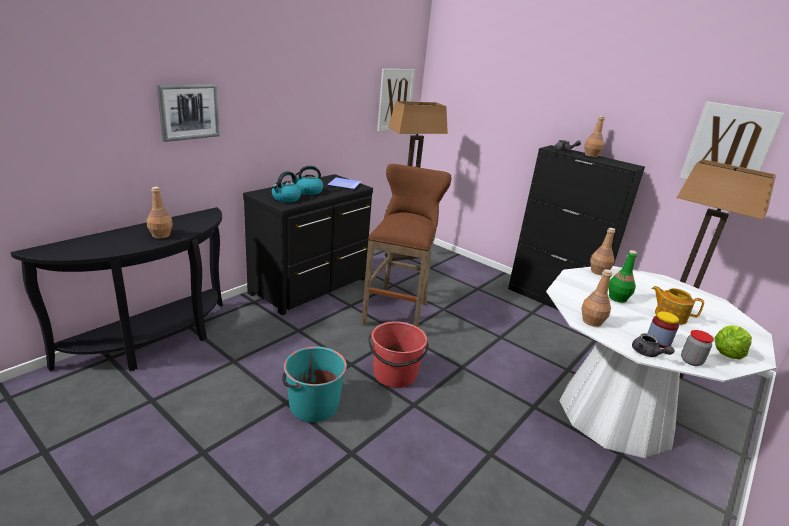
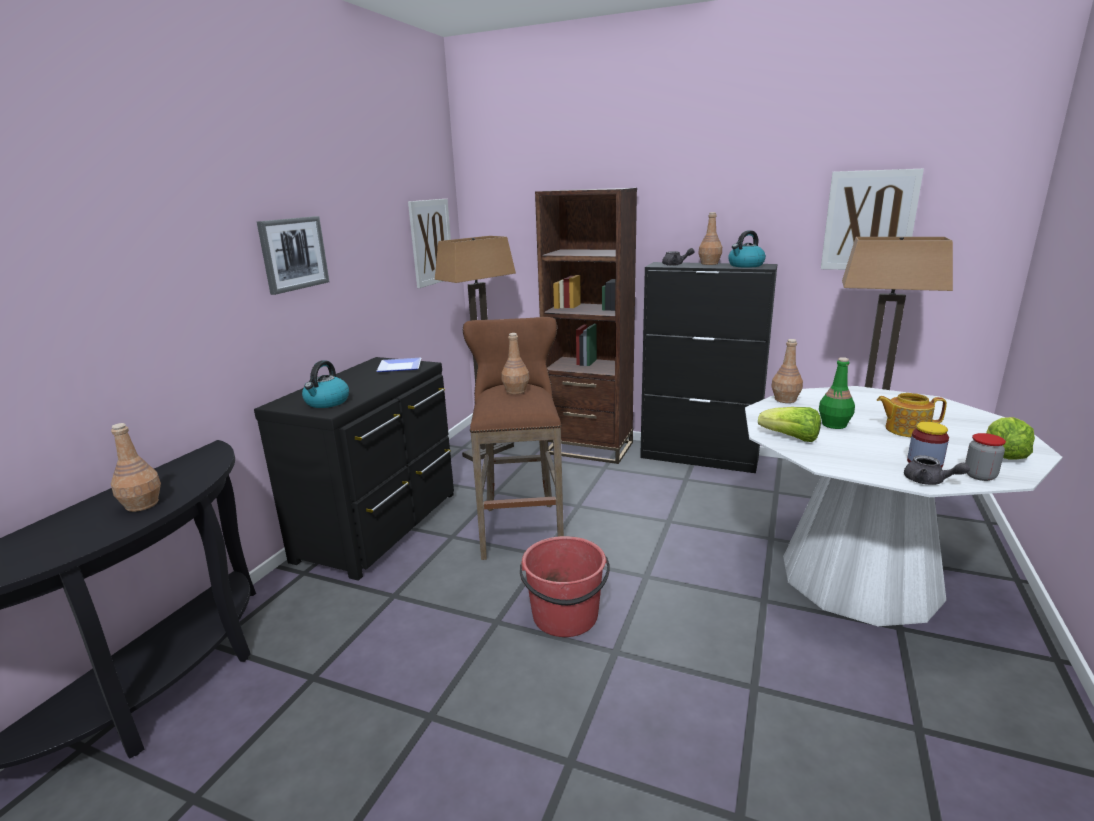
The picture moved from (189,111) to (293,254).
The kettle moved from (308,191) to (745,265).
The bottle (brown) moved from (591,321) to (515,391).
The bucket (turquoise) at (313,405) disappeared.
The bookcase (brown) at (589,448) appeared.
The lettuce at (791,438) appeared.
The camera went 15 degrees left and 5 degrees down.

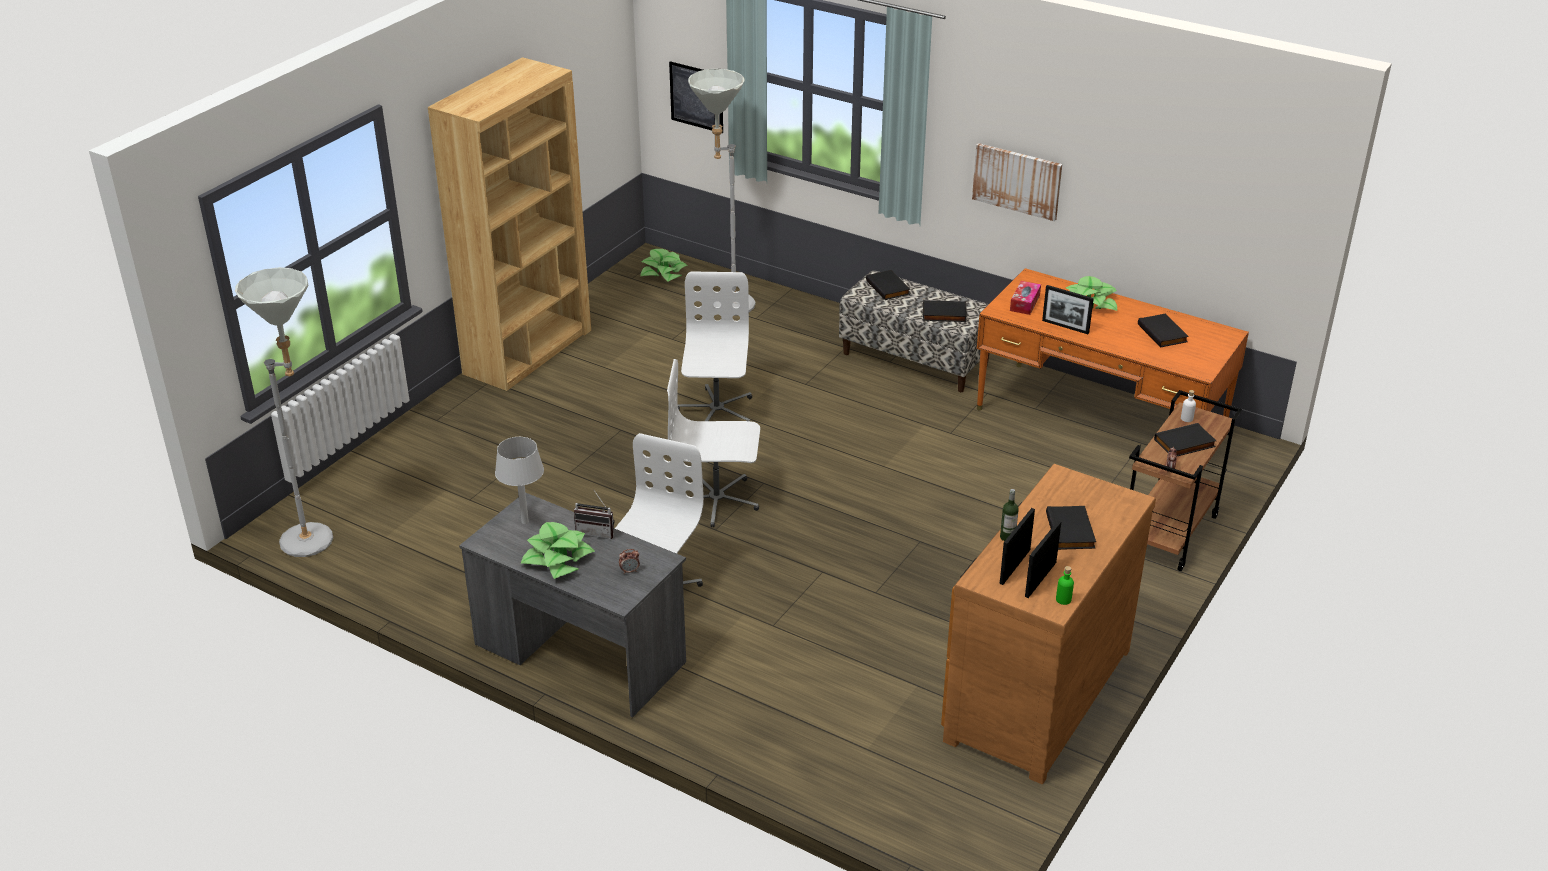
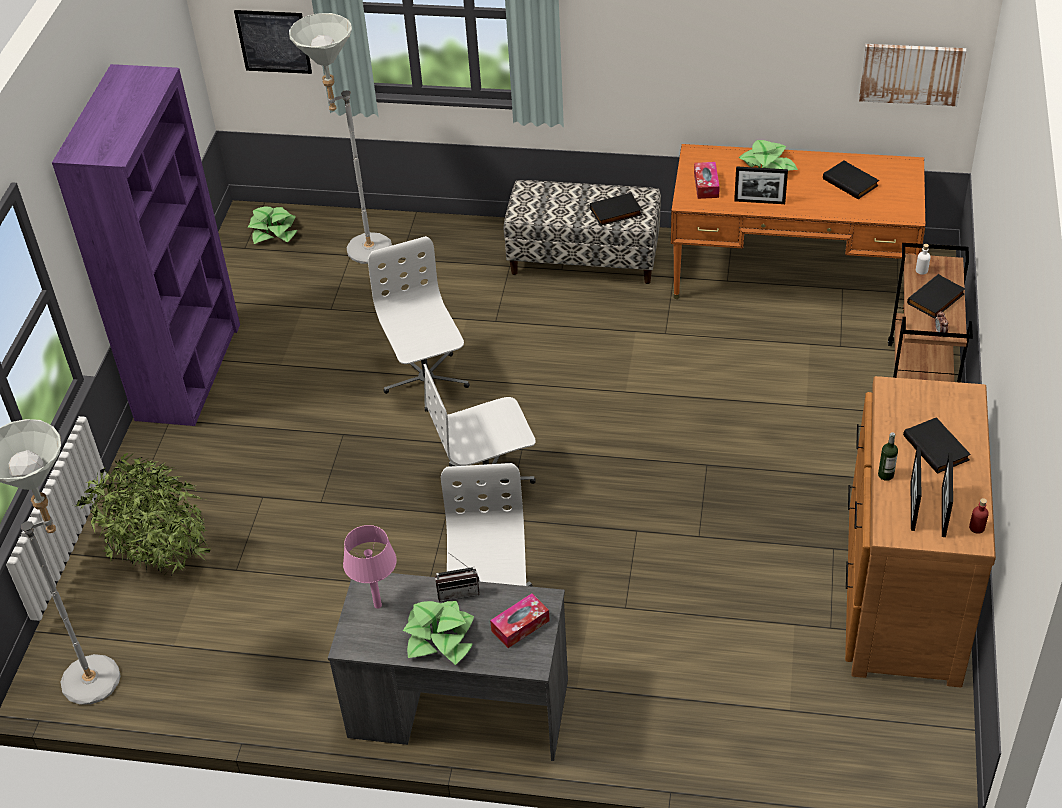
The bookcase (brown) at (528,351) became the bookcase (purple) at (189,371).
The picture moved from (1017,181) to (911,73).
The book (black) at (889,287) disappeared.
The table lamp (grey) at (525,521) became the table lamp (pink) at (378,605).
The alarm clock at (629,571) was replaced by the tissue box at (520,626).
The bottle (green) at (1063,599) became the bottle (red) at (977,527).
The potted plant at (159,559) appeared.
The camera went 20 degrees left and 10 degrees up.

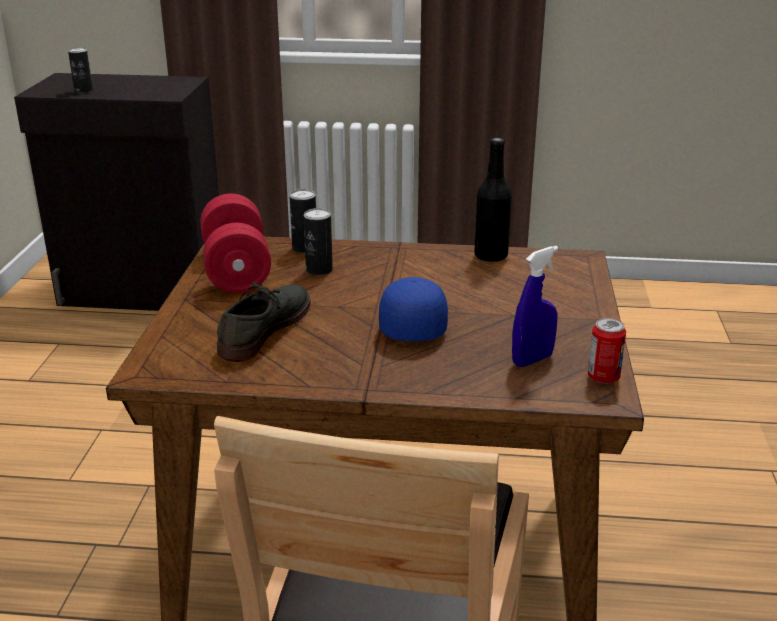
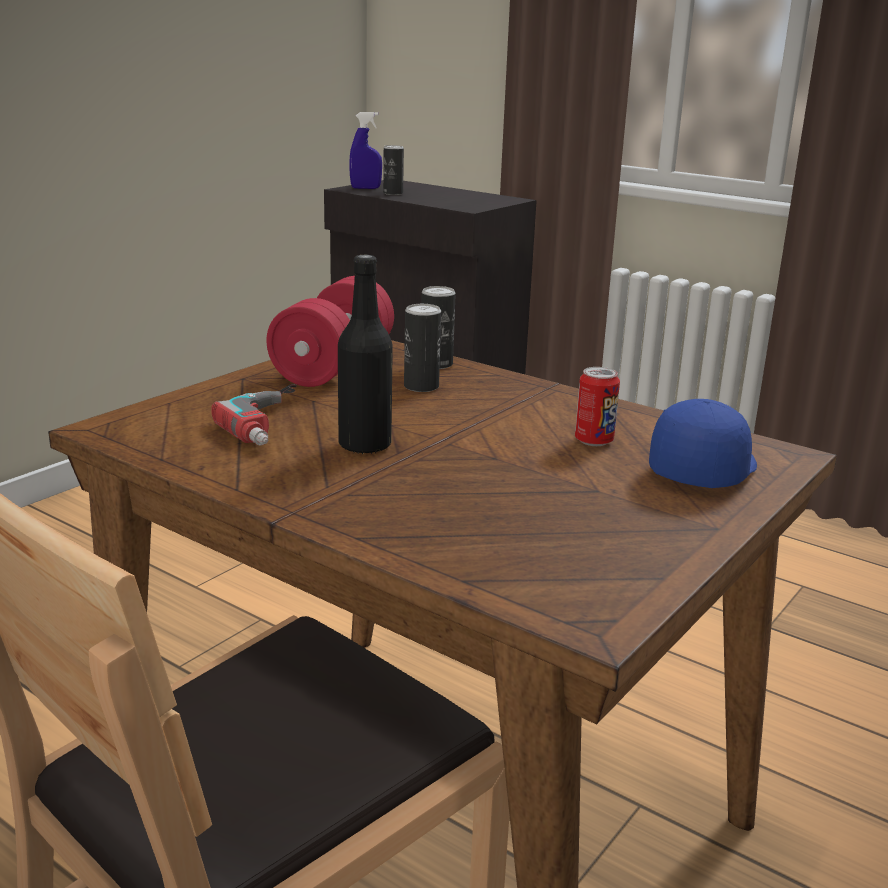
The bottle (black) moved from (491,256) to (365,445).
The spray bottle (blue) moved from (532,360) to (365,188).
The cap (blue) moved from (411,324) to (701,469).
The shoe (grey) at (264,328) was replaced by the power drill at (277,423).
The can moved from (603,377) to (593,441).
The camera went 30 degrees right and 5 degrees down.

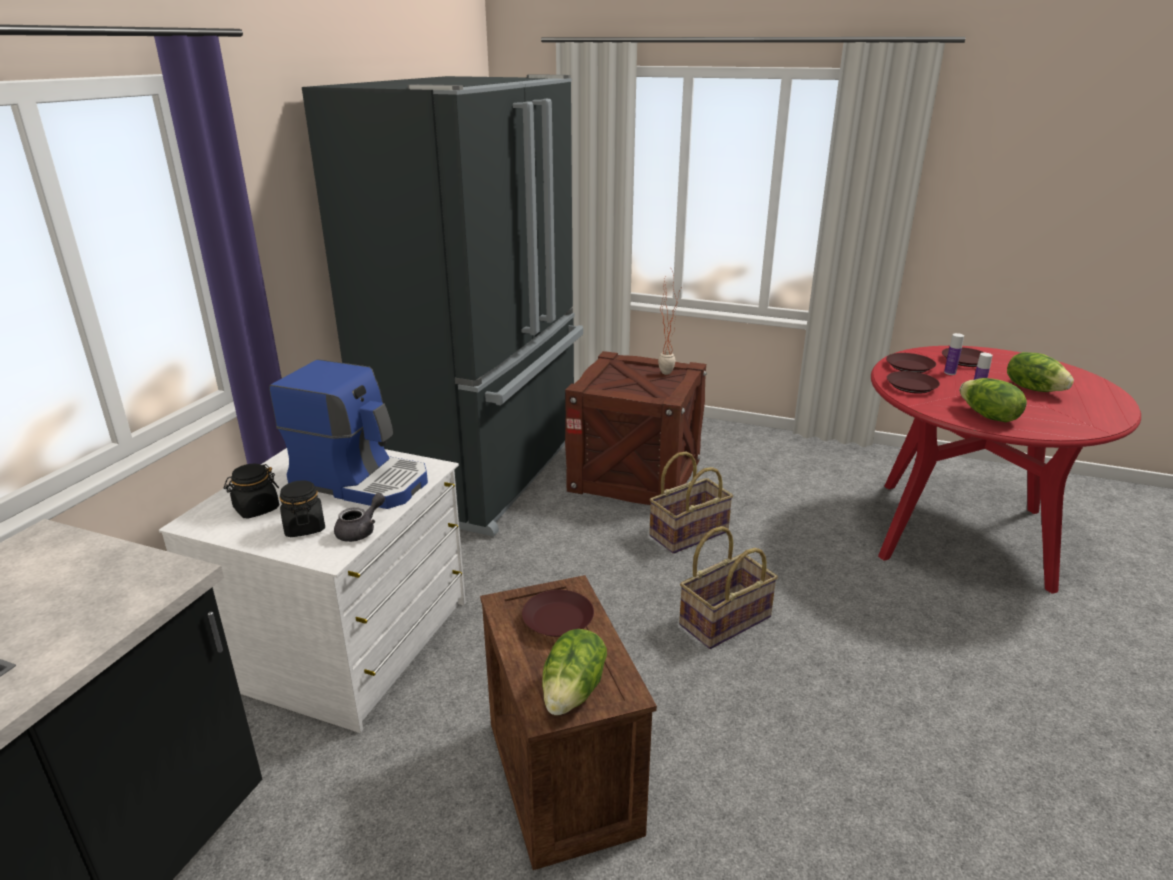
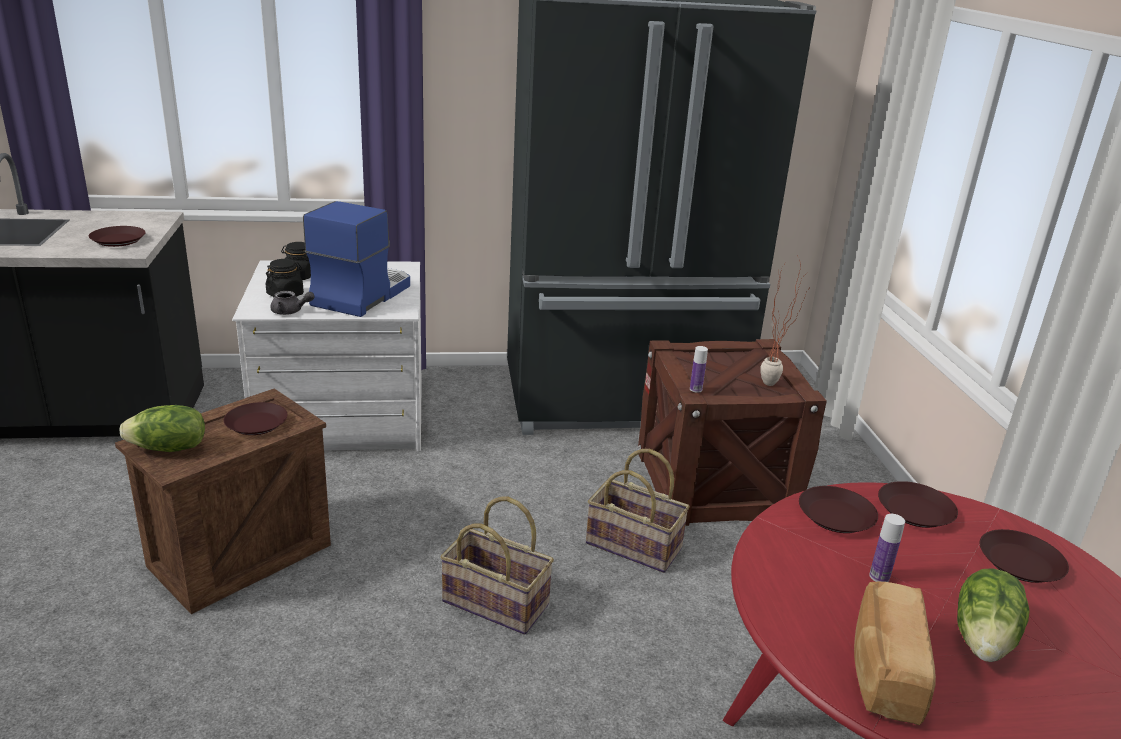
The bottle moved from (950,373) to (695,389).
The coffee machine at (361,481) turned 150 degrees counterclockwise.
The lettuce at (988,416) disappeared.
The plate (brown) at (118,240) appeared.
The bread at (883,671) appeared.
The camera went 60 degrees right and 0 degrees up.

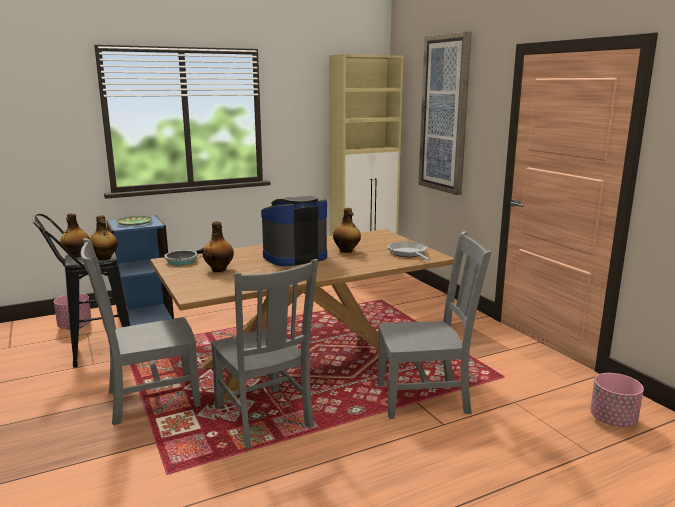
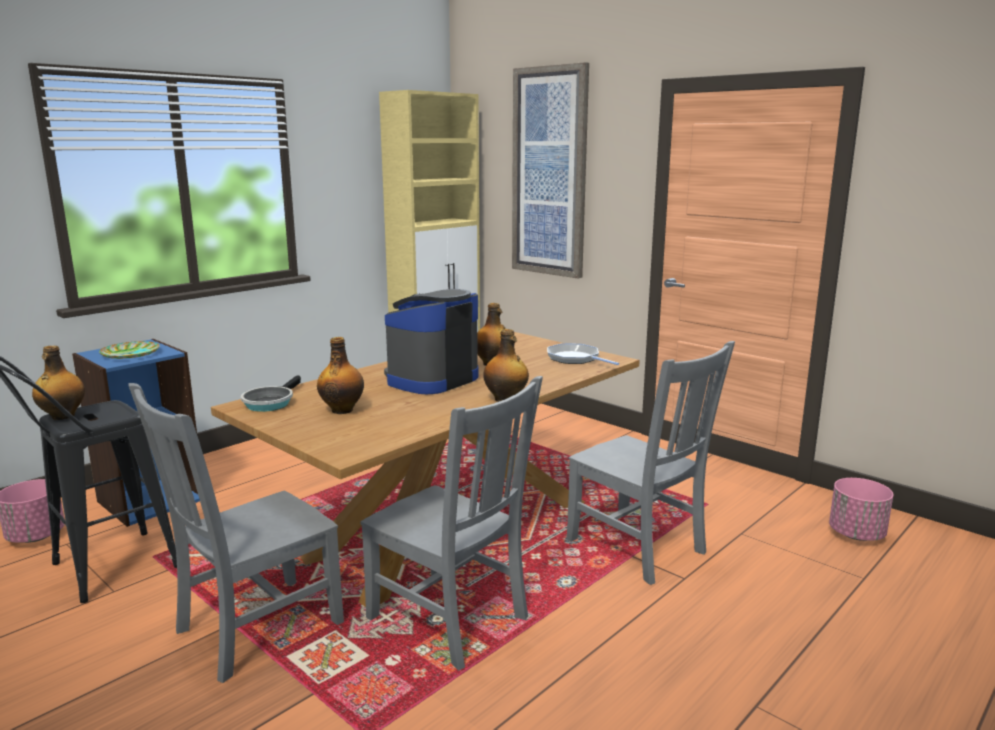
The bottle moved from (104,258) to (505,399).
The chair (grey) at (426,398) turned 75 degrees clockwise.
The camera went 20 degrees left and 0 degrees up.

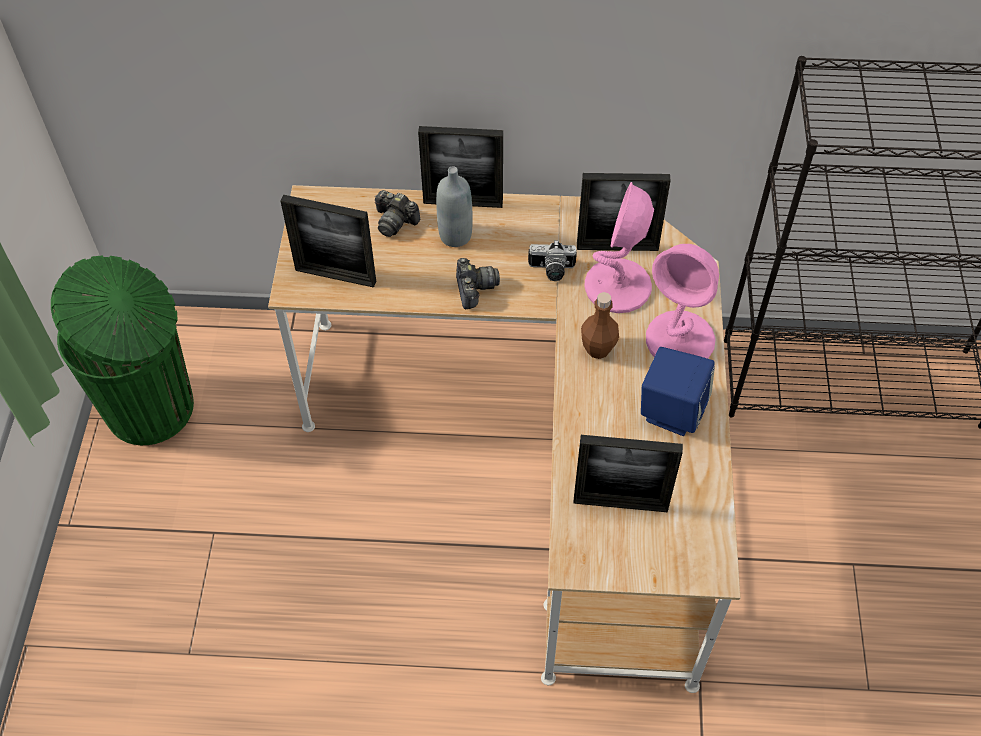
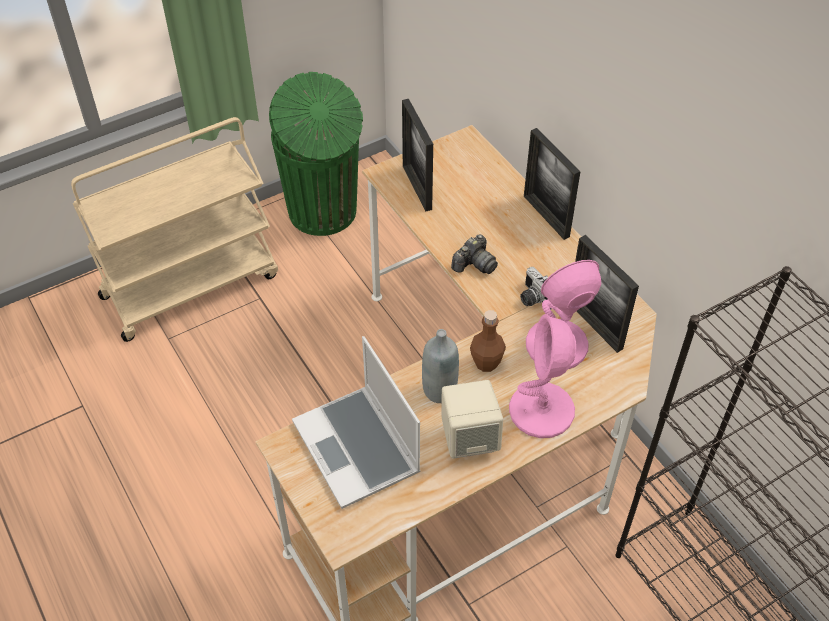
The bottle (grey) moved from (455,235) to (439,390).
The photo camera at (395,221) disappeared.
The speaker (blue) at (671,410) became the speaker (beige) at (469,438).
The picture frame at (620,503) was replaced by the laptop at (358,448).
The cart (beige) at (191,285) appeared.
The camera went 55 degrees right and 5 degrees down.

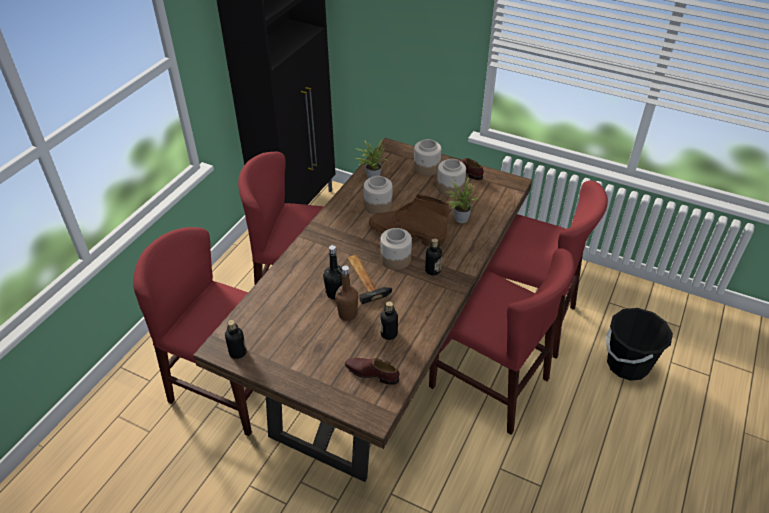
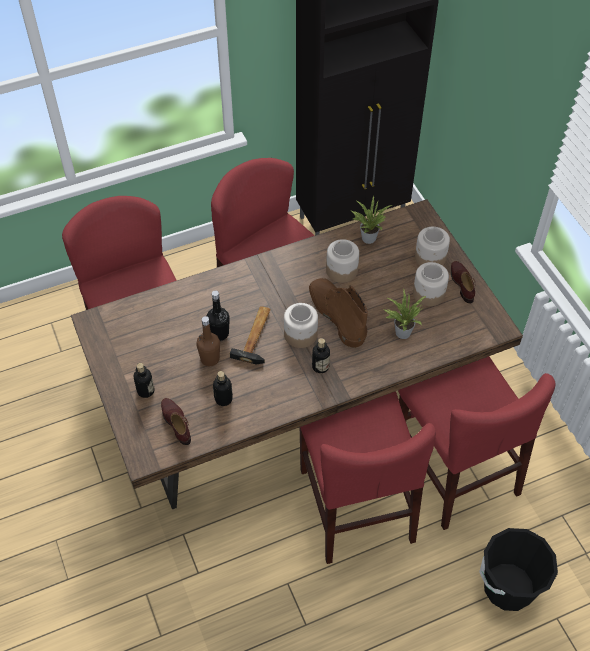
The bottle moved from (238,352) to (145,391).
The camera went 40 degrees right and 10 degrees up.

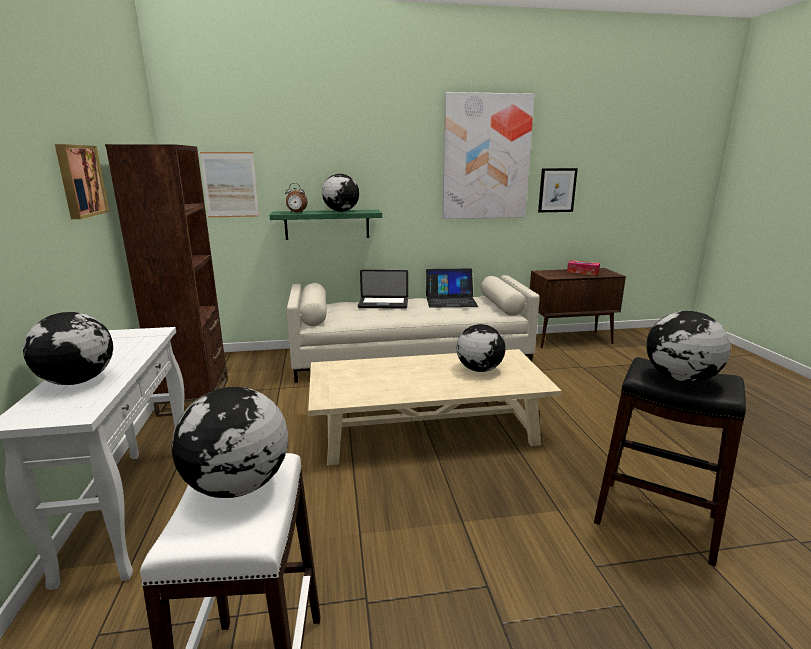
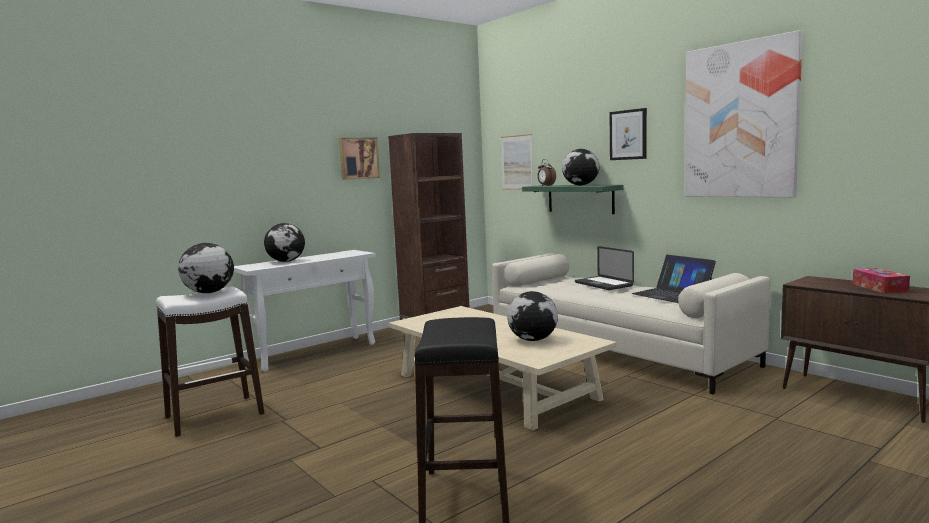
The picture moved from (557,190) to (628,135).
The globe at (679,379) disappeared.
The camera went 60 degrees right and 10 degrees down.

